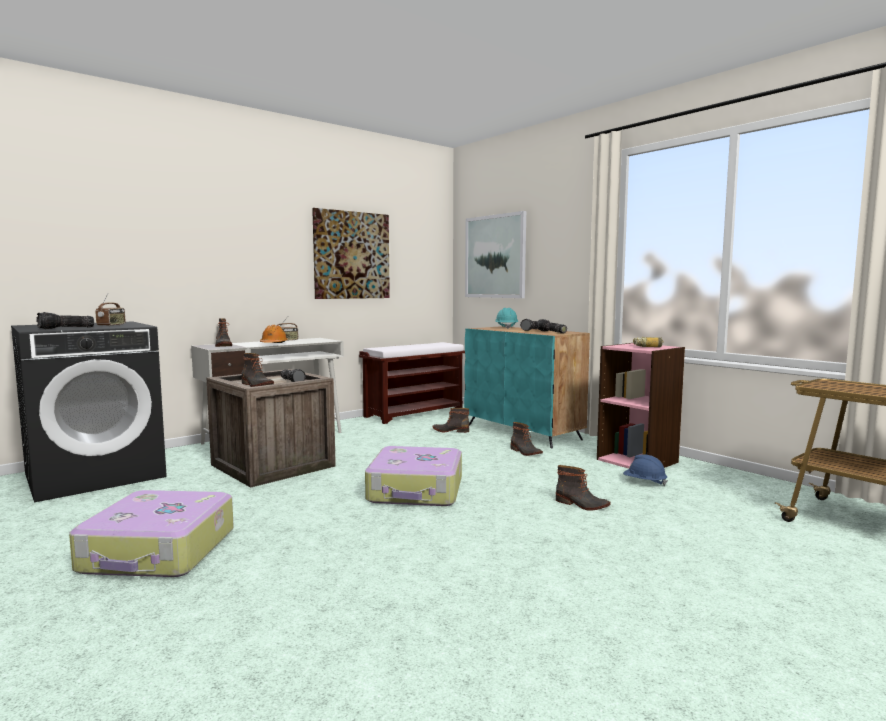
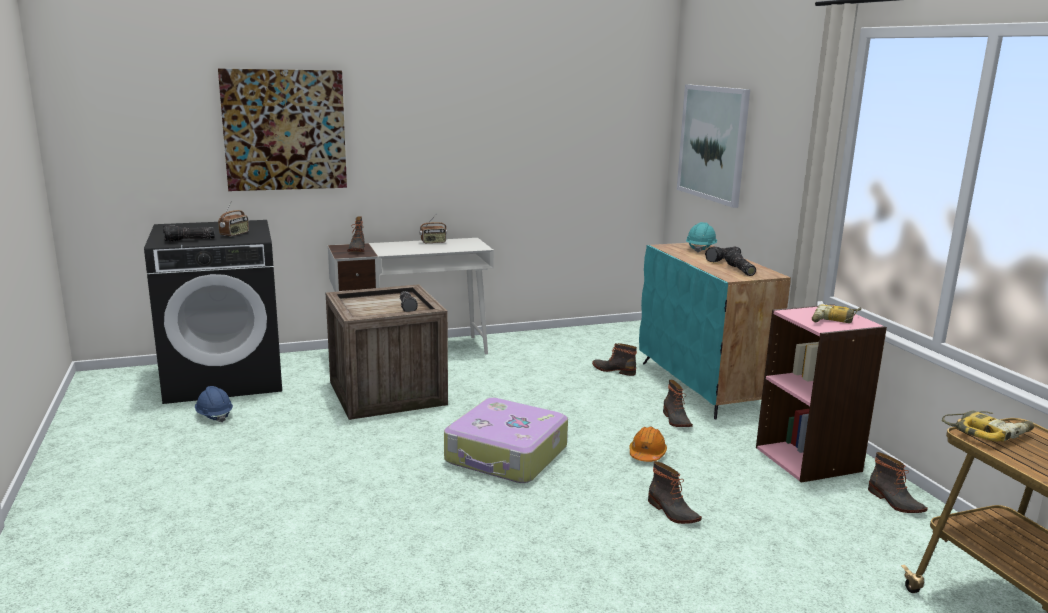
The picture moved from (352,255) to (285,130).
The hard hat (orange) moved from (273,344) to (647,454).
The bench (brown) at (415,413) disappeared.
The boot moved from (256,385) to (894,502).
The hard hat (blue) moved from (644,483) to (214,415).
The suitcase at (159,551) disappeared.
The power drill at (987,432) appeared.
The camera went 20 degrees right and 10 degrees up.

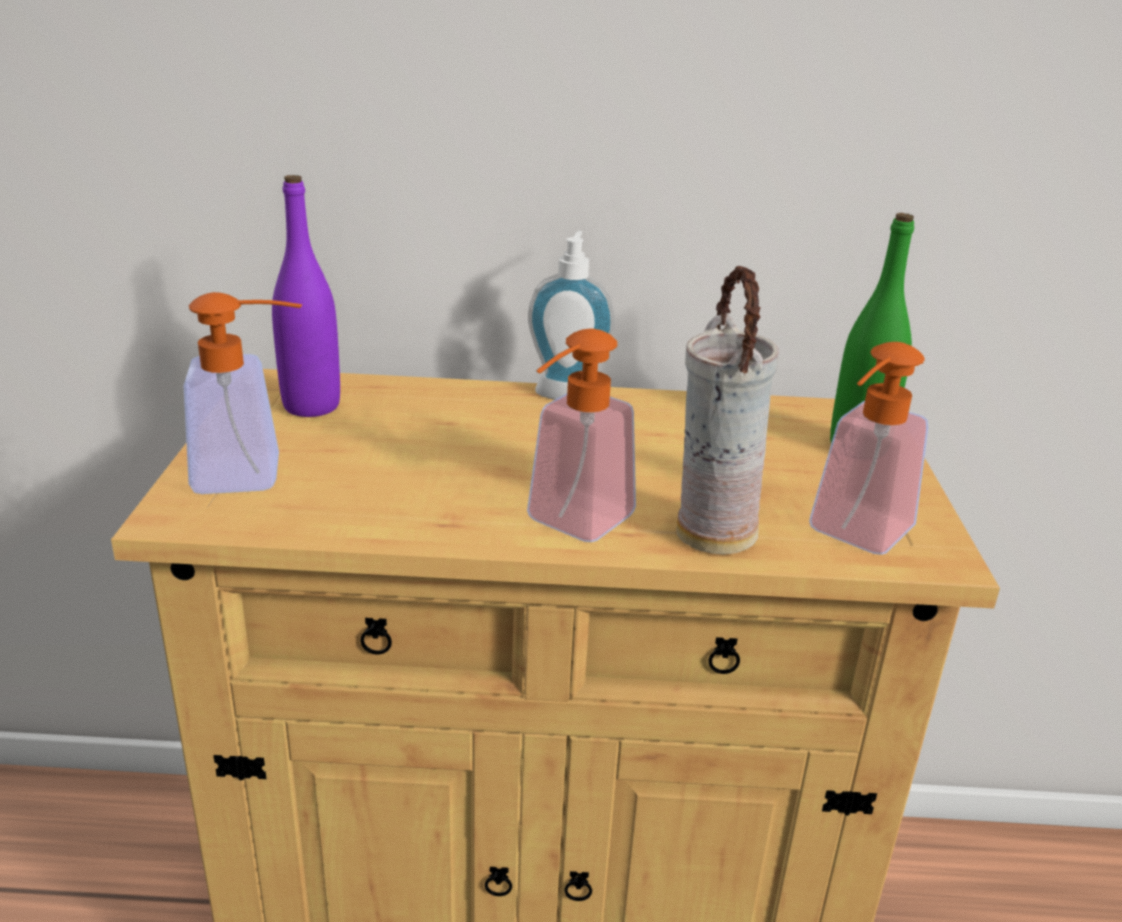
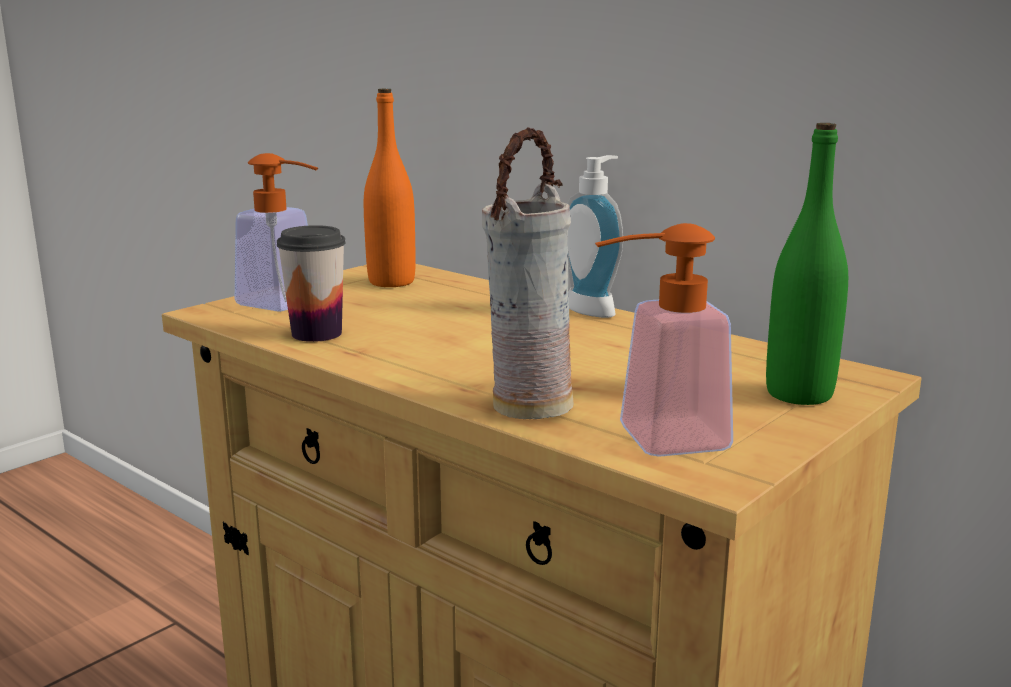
The bottle (purple) at (311,406) became the bottle (orange) at (391,282).
The soap dispenser at (570,525) disappeared.
The cup at (316,333) appeared.
The camera went 40 degrees right and 10 degrees down.

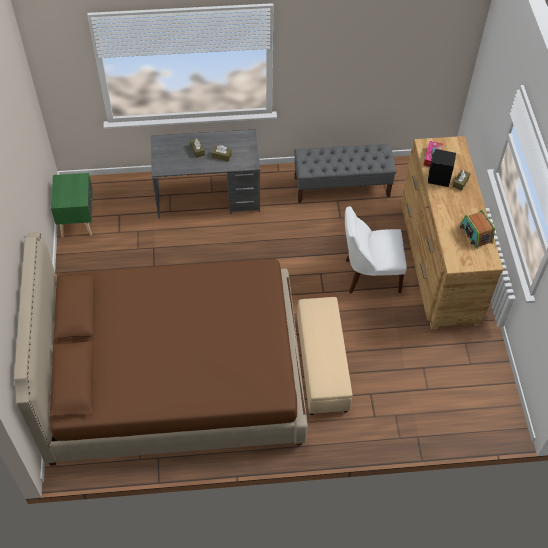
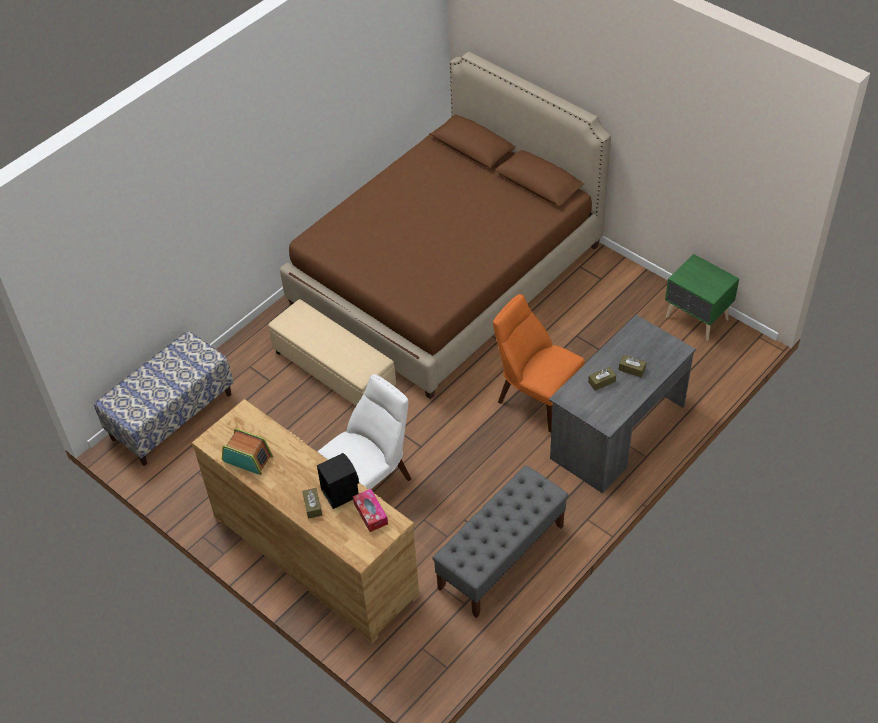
The chair (orange) at (535,398) appeared.
The bench at (172,416) appeared.
The camera went 140 degrees right and 5 degrees down.

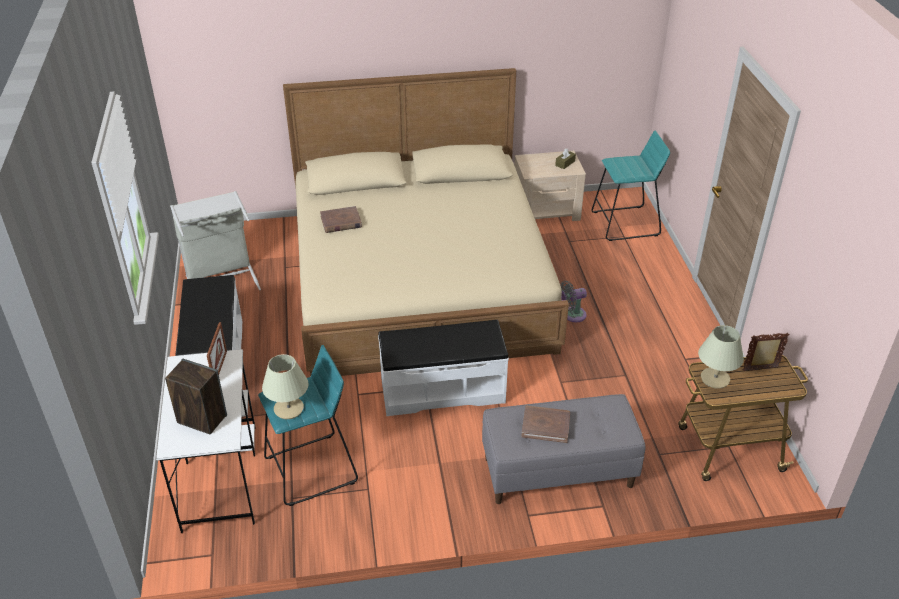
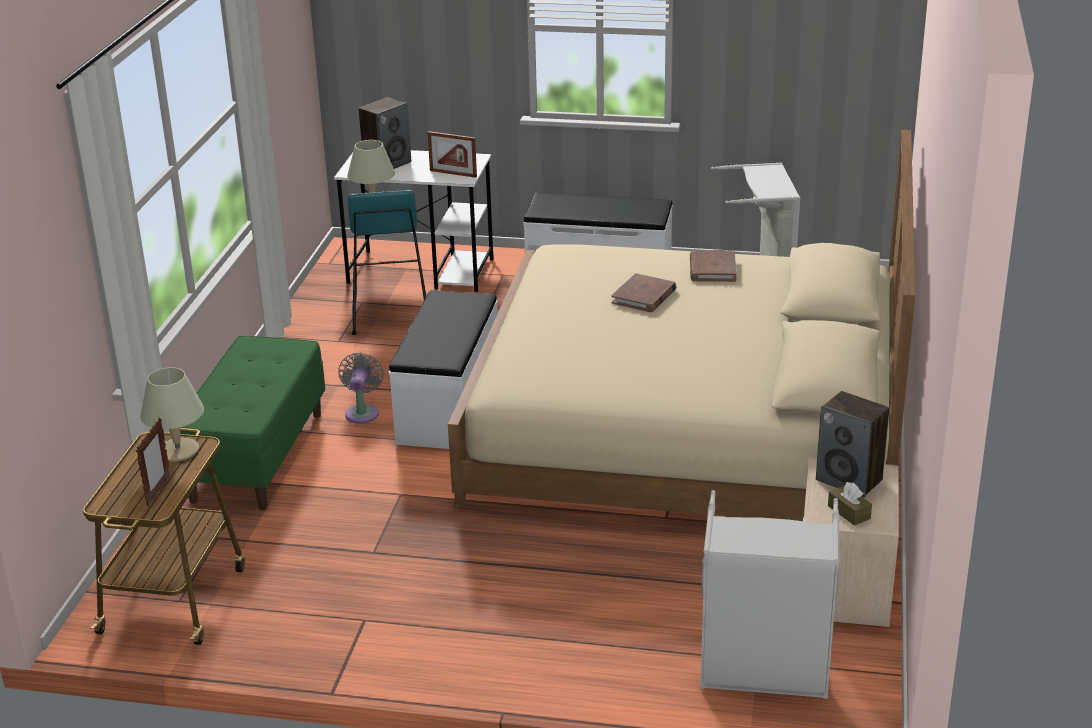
The stool (turquoise) at (625,224) was replaced by the laundry basket (grey) at (764,671).
The fan (grey) moved from (572,315) to (362,412).
The bench (grey) at (557,473) became the bench (green) at (257,456).
The book (brown) moved from (545,425) to (644,296).
The speaker at (850,480) appeared.
The camera went 110 degrees right and 10 degrees down.

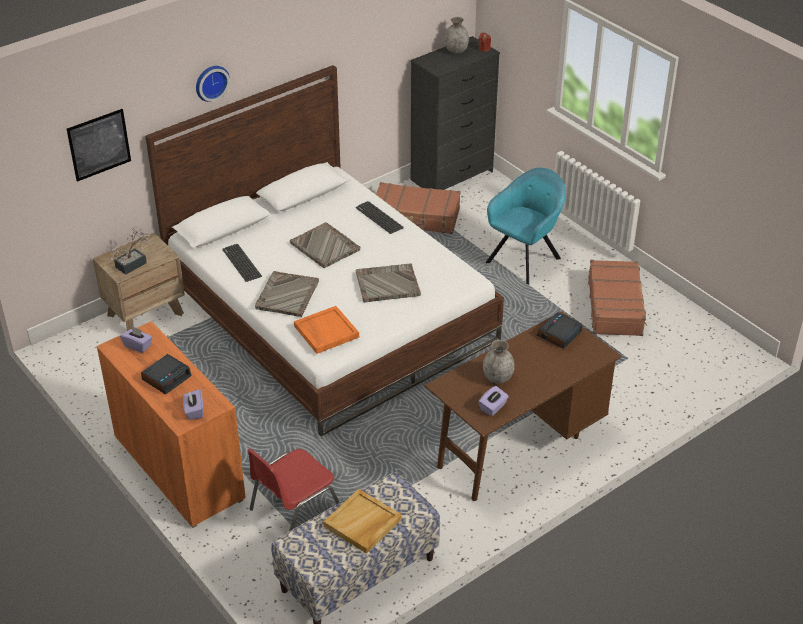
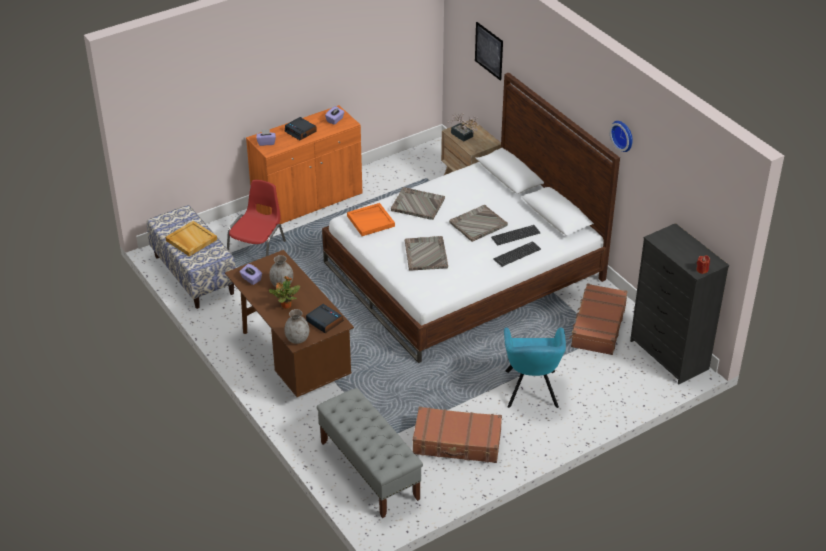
The vase (grey) moved from (456,50) to (297,339).
The wall clock moved from (211,82) to (623,135).
The armchair (turquoise) at (525,259) turned 45 degrees clockwise.
The keyboard moved from (241,263) to (515,235).
The chair (red) at (293,509) turned 60 degrees clockwise.
The potted plant at (286,306) appeared.
The bench (grey) at (369,470) appeared.
The camera went 95 degrees right and 0 degrees up.

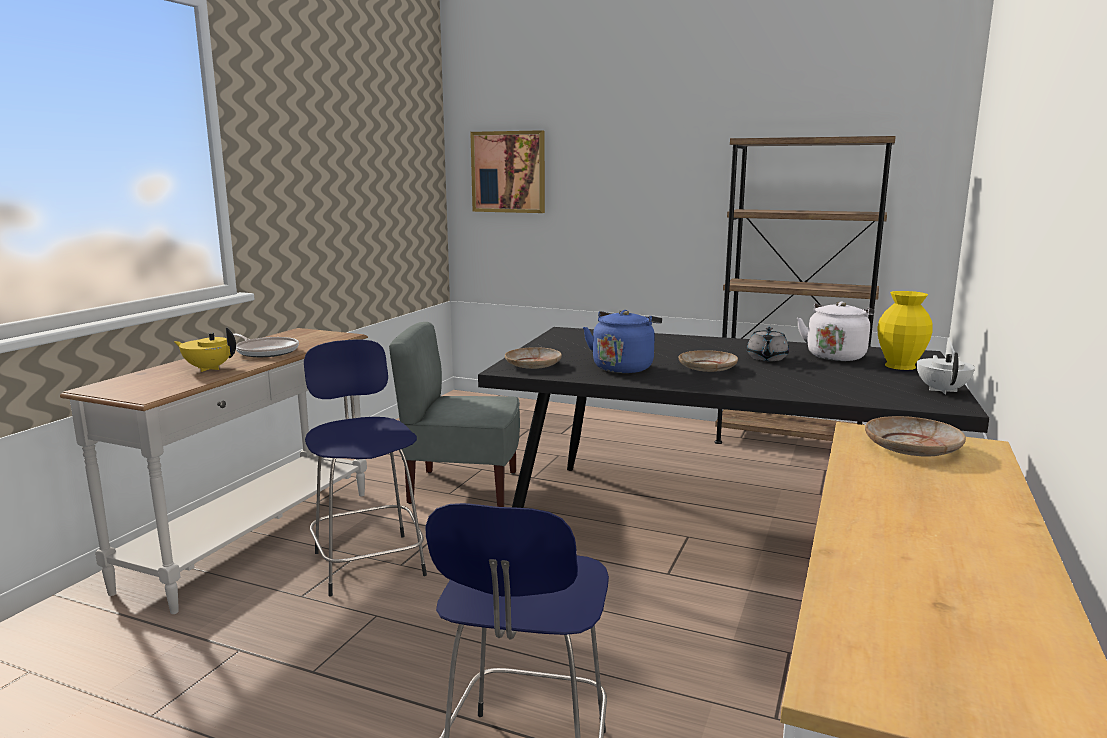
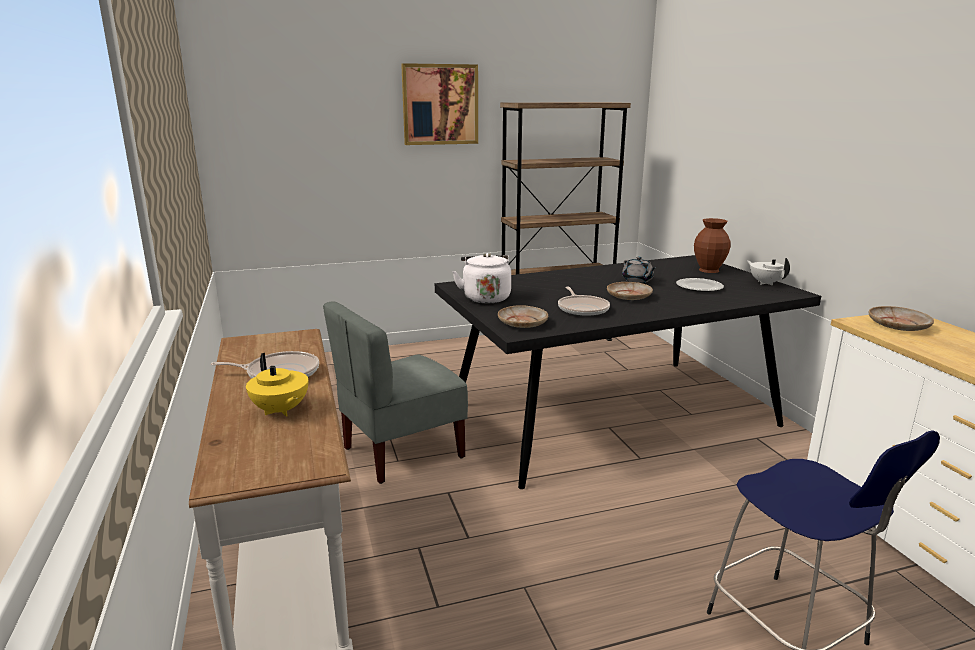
The picture moved from (508,172) to (440,104).
The vase (yellow) at (899,366) became the vase (brown) at (708,270).
The kettle (white) moved from (836,356) to (485,298).
The kettle (blue) at (623,367) was replaced by the frying pan at (582,309).
The teapot (yellow) at (208,368) turned 105 degrees counterclockwise.
The stool (blue) at (368,561) disappeared.
The plate at (698,287) appeared.
The camera went 40 degrees left and 5 degrees up.

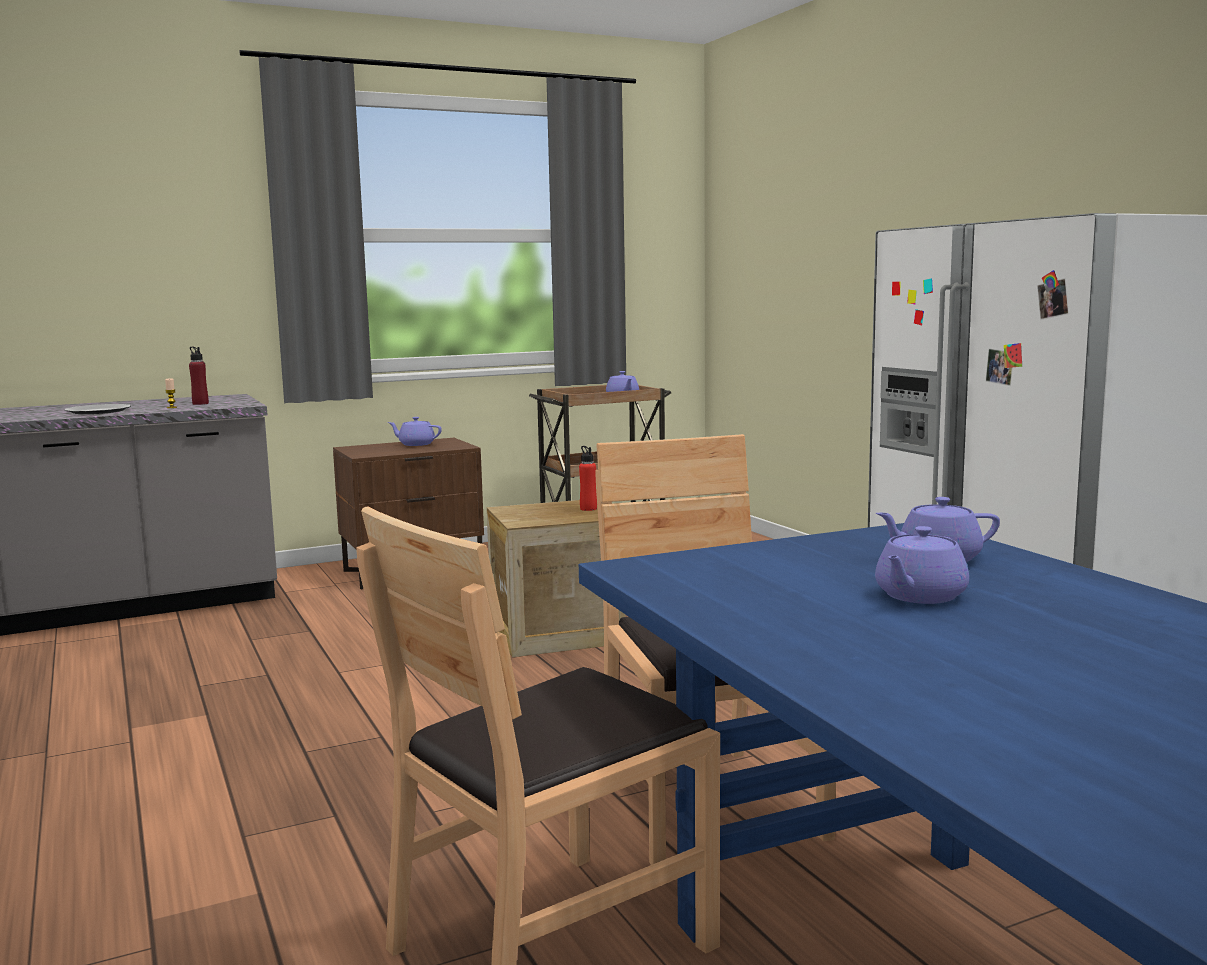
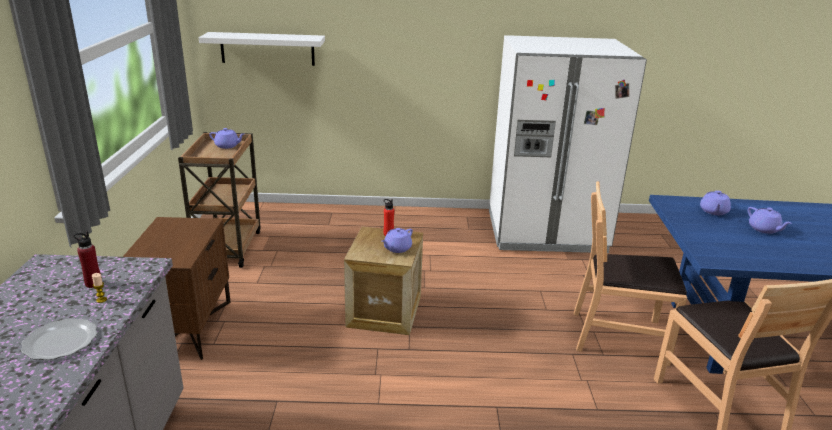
The teapot (purple) moved from (416,444) to (397,248).
The shelf (white) at (267,49) appeared.
The camera went 65 degrees left and 15 degrees up.

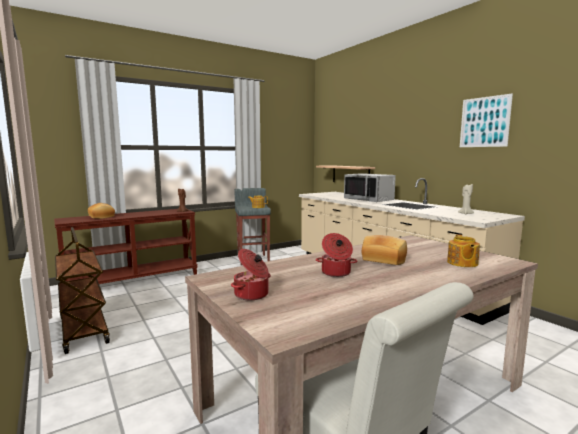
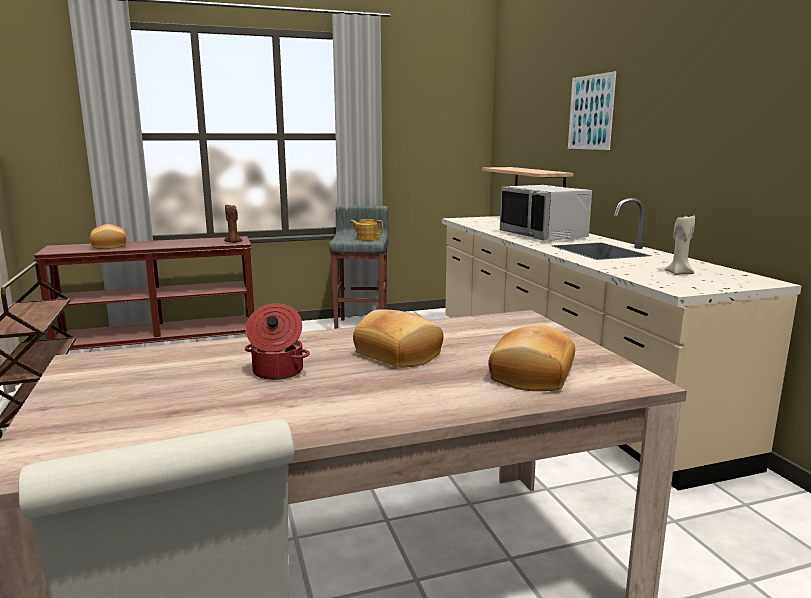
The picture moved from (484,122) to (591,112).
The teapot at (462,263) was replaced by the bread at (529,375).
The cooking pot at (252,295) disappeared.
The camera went 15 degrees right and 5 degrees up.

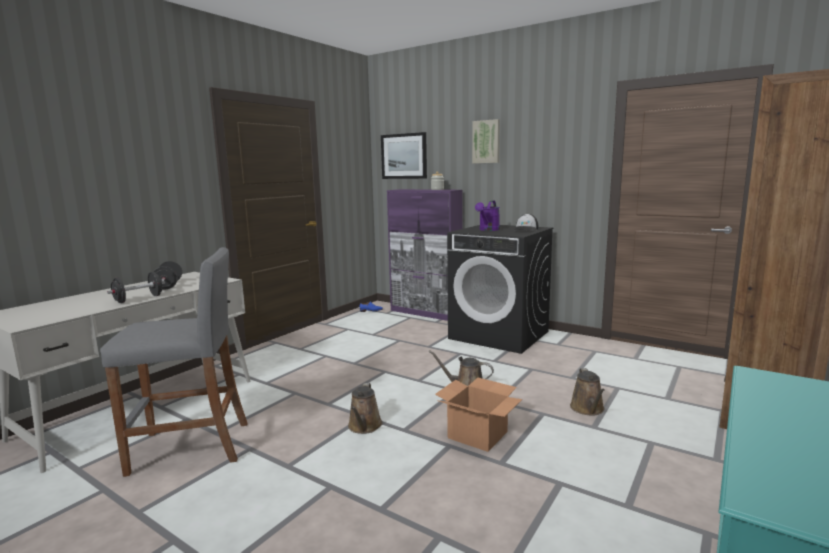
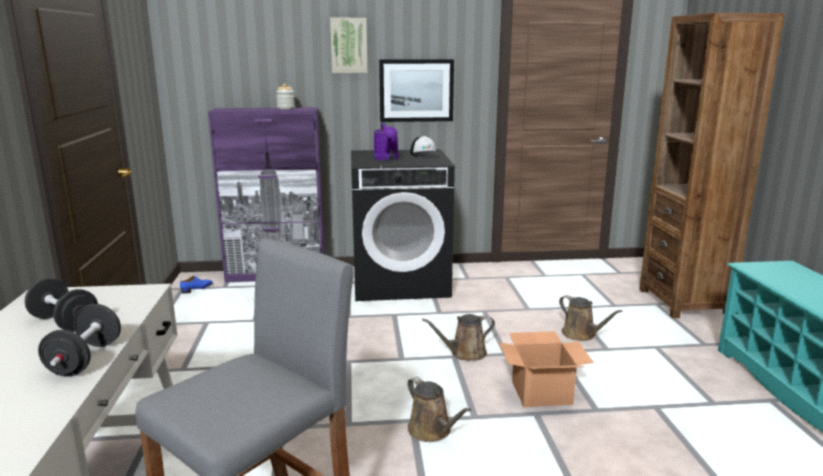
The picture moved from (404,156) to (416,90).
The camera went 40 degrees left and 5 degrees up.

